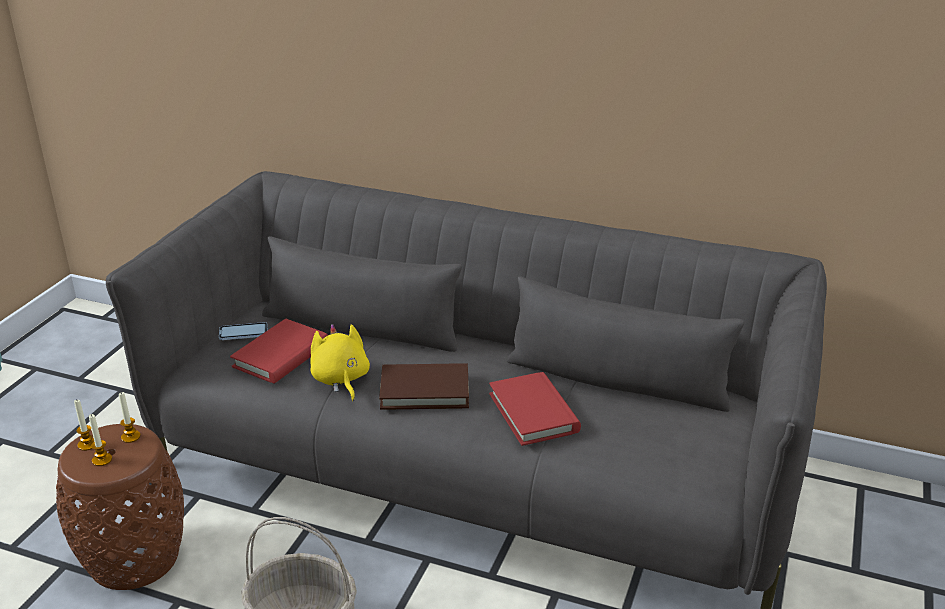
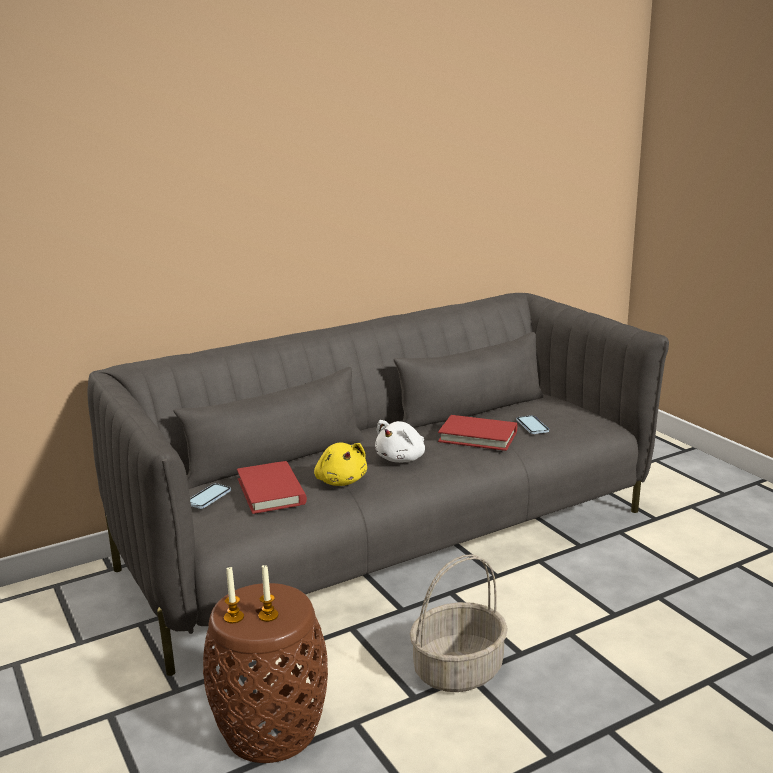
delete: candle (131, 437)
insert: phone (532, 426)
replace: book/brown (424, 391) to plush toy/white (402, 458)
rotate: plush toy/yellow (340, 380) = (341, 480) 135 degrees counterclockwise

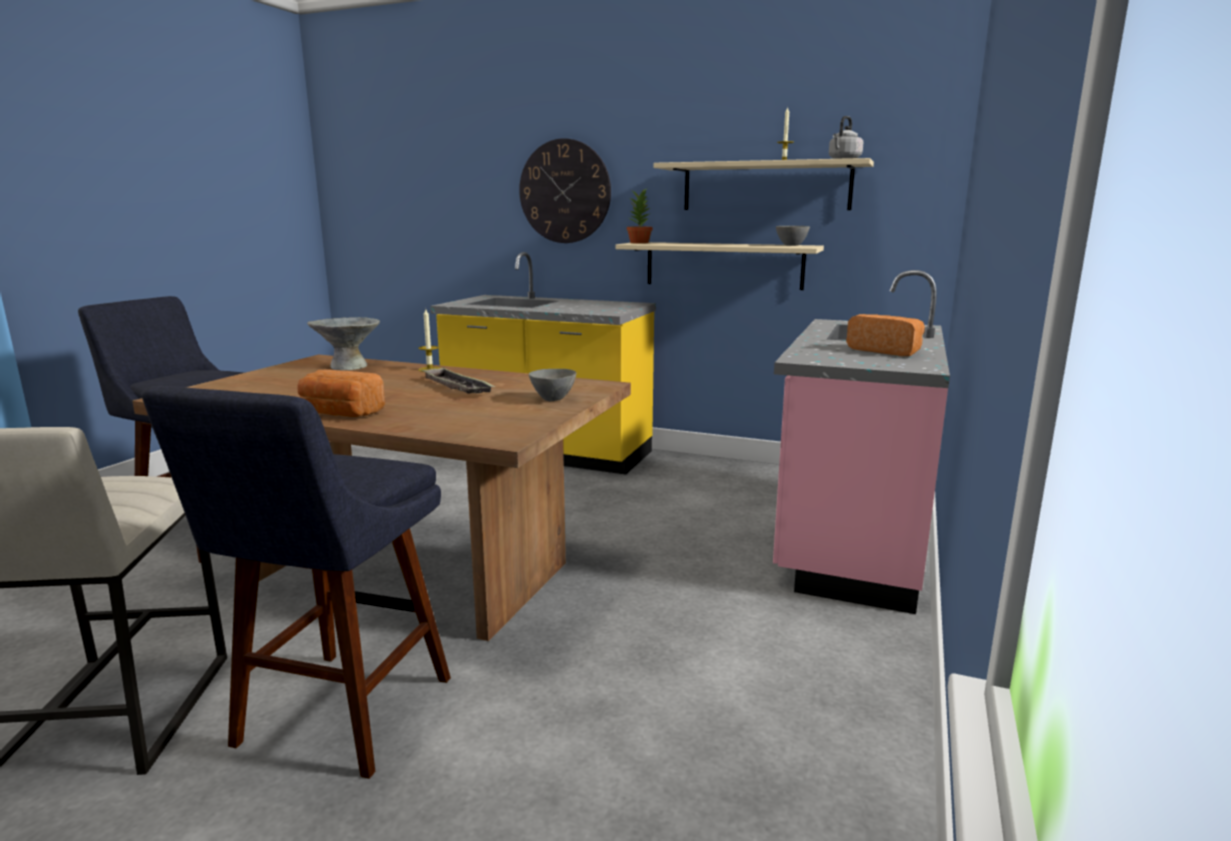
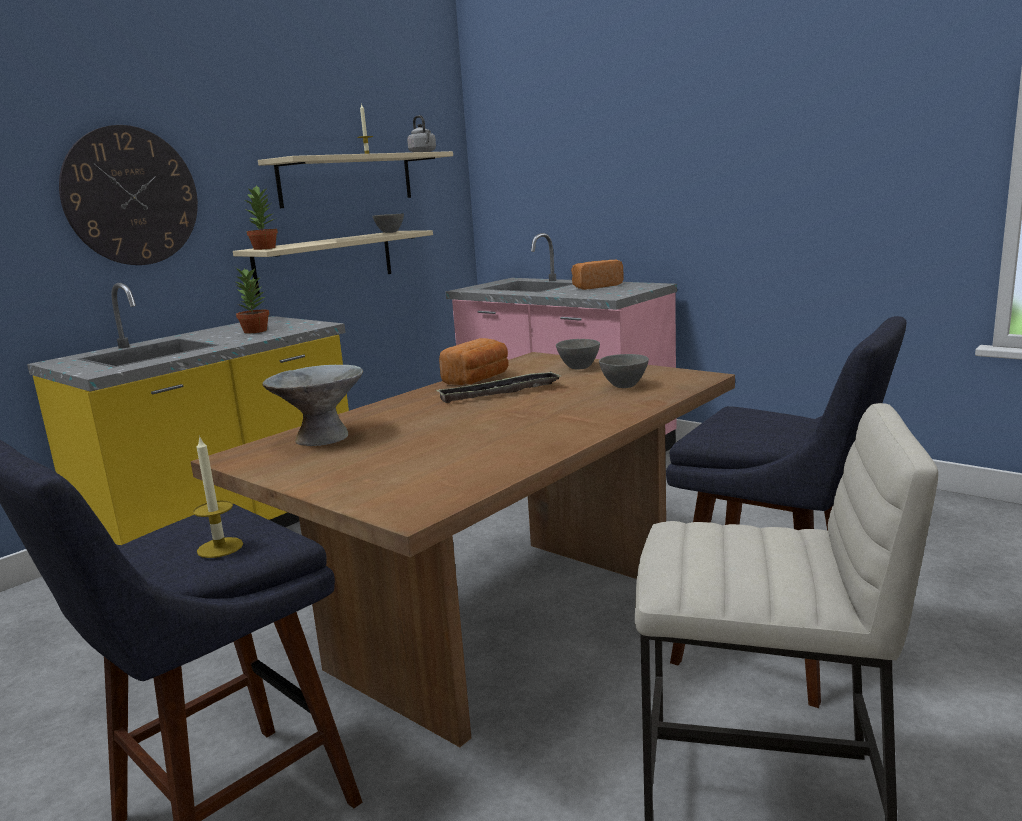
insert: potted plant (255, 331); bowl/grey (624, 386)
move: candle (430, 369) to (220, 547); bread (340, 413) to (478, 379)

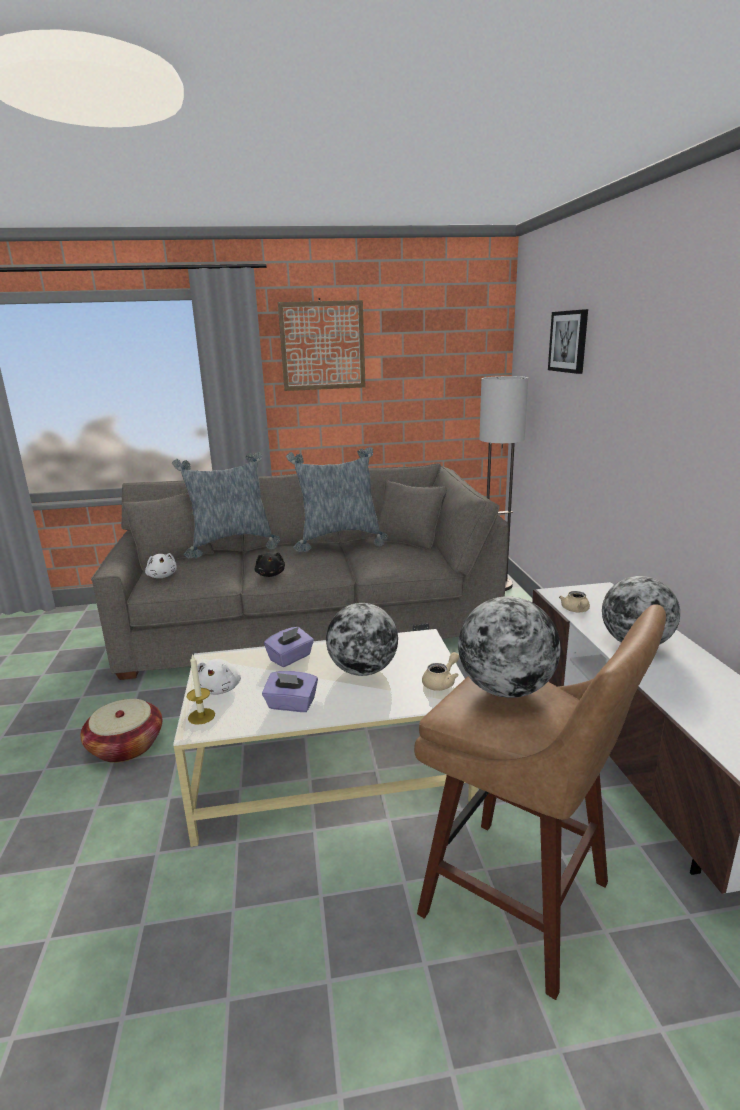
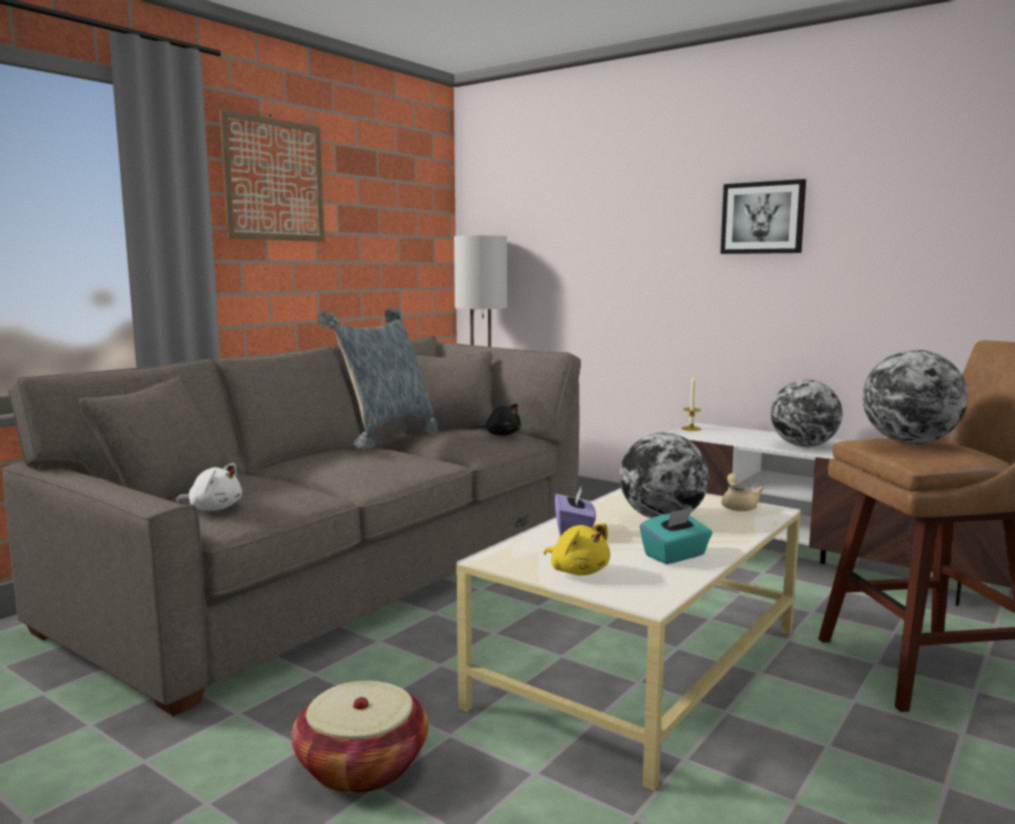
delete: pillow (231, 550); teapot/beige (576, 610)
move: plush toy/black (270, 574) to (501, 434); candle (201, 716) to (691, 428); picture (569, 341) to (762, 218)
recolor: plush toy/white (221, 689) to plush toy/yellow (578, 571); tissue box/purple (291, 704) to tissue box/turquoise (675, 556)

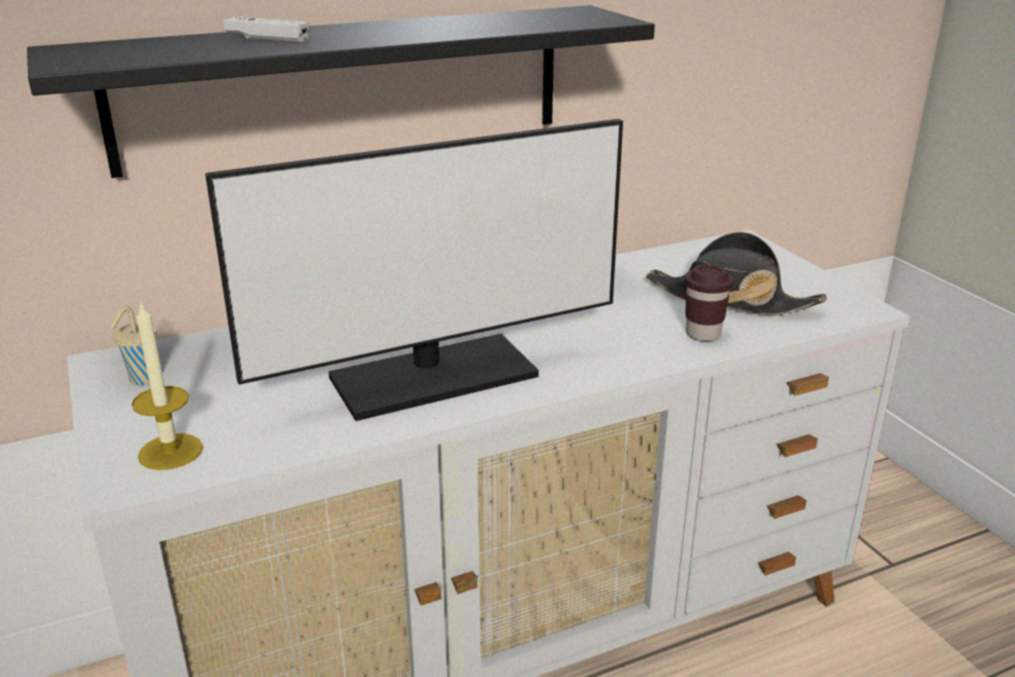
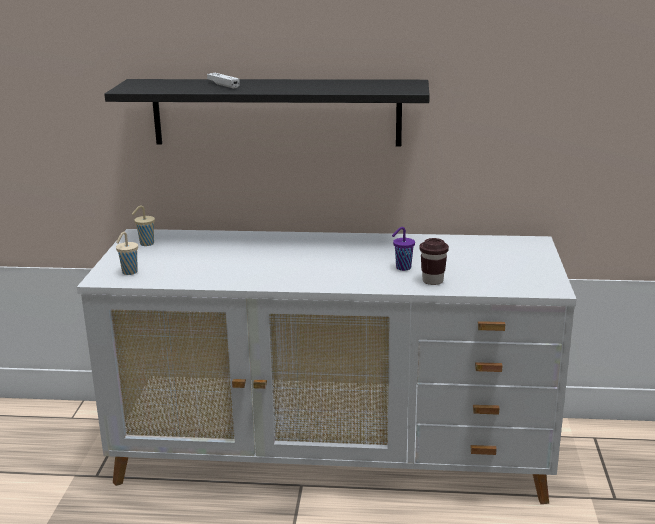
delete: monitor (433, 377); hat/black (730, 299)
insert: cup/purple (402, 268)
replace: candle (170, 451) to cup/beige (129, 272)

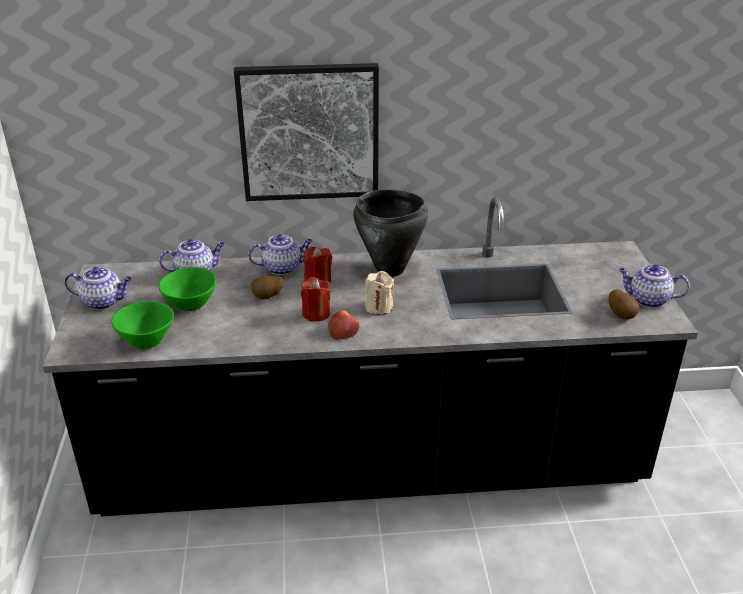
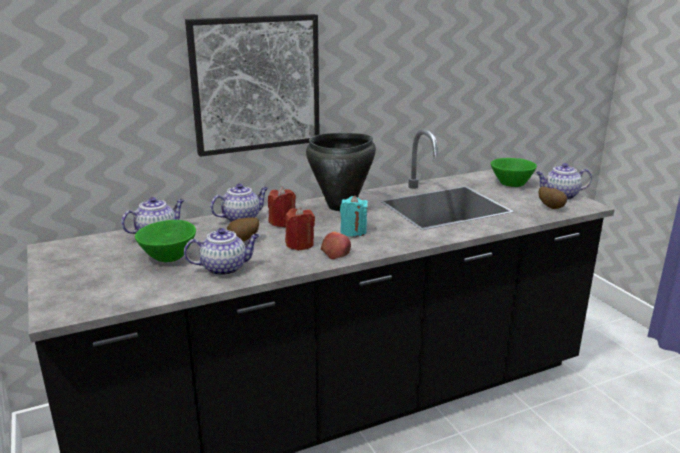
move: teapot (104, 302) to (225, 268); bowl/green (148, 340) to (512, 183)
recolor: candle/beige (379, 307) to candle/turquoise (353, 231)

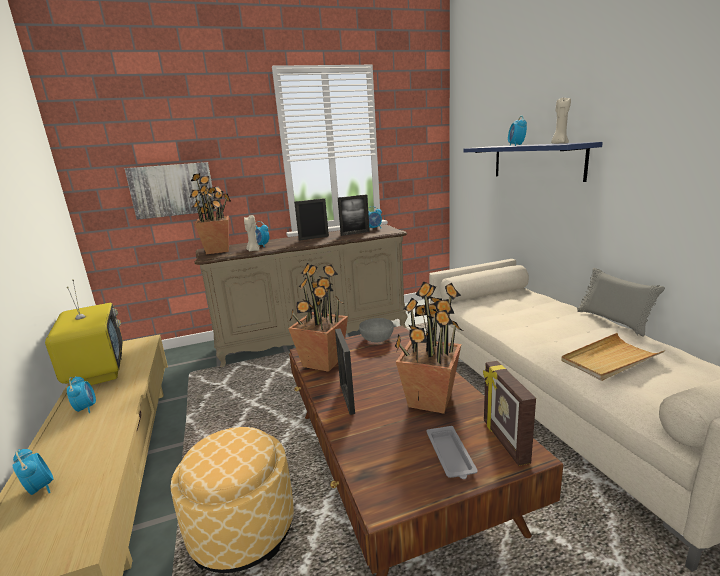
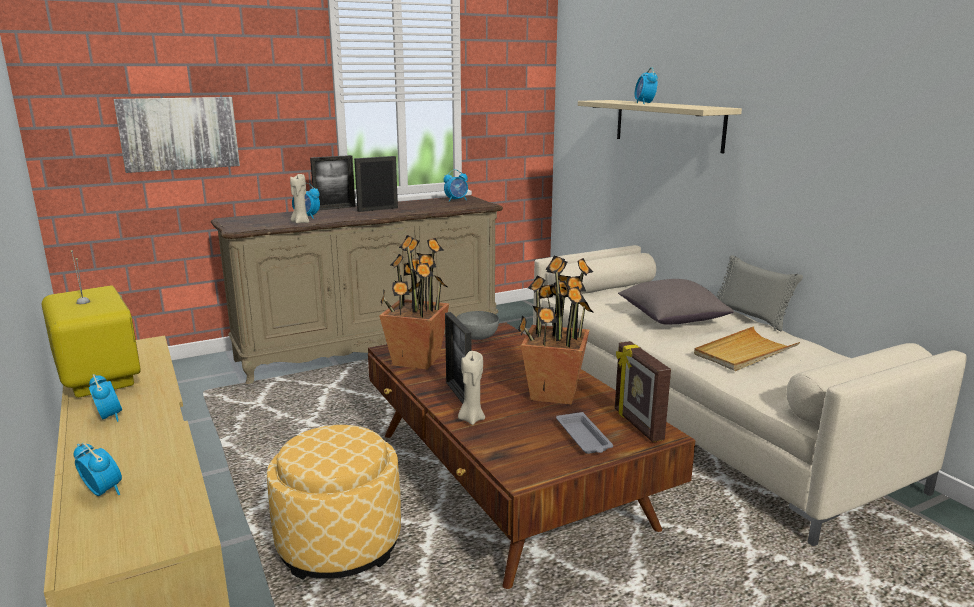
delete: potted plant (218, 250)
insert: pillow/grey (672, 319)
move: picture frame (355, 233) to (335, 208); candle/beige (559, 143) to (471, 419)
recolor: shelf/blue (536, 161) to shelf/beige (667, 124)

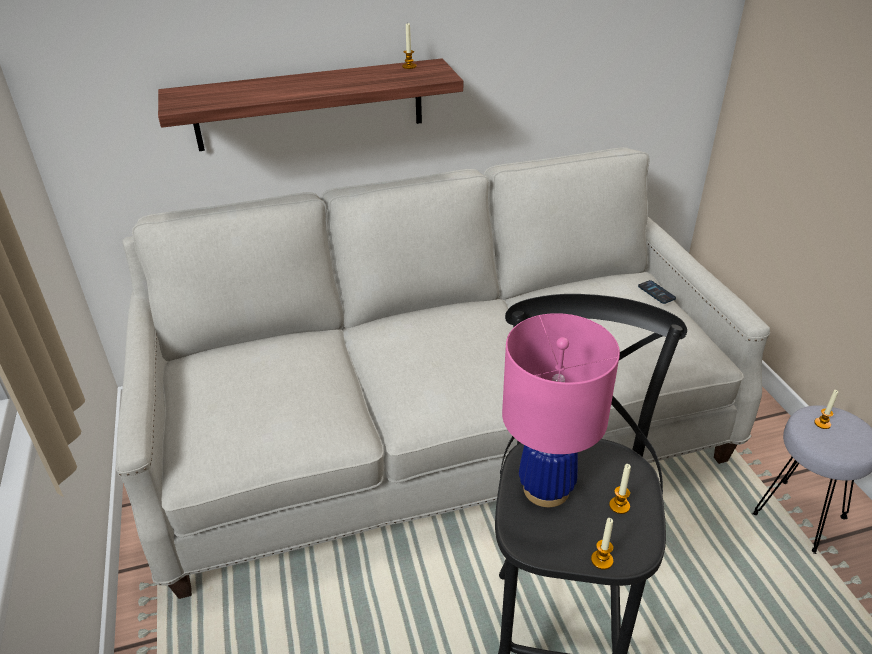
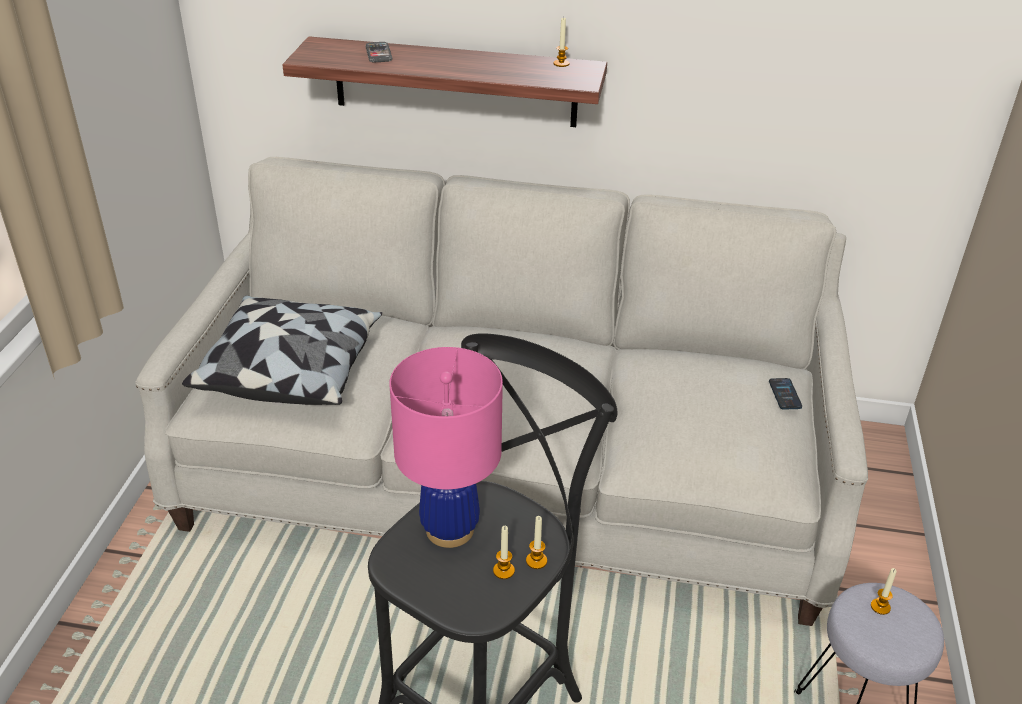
insert: pillow (290, 370); phone (378, 54)
move: candle (602, 560) to (536, 561)

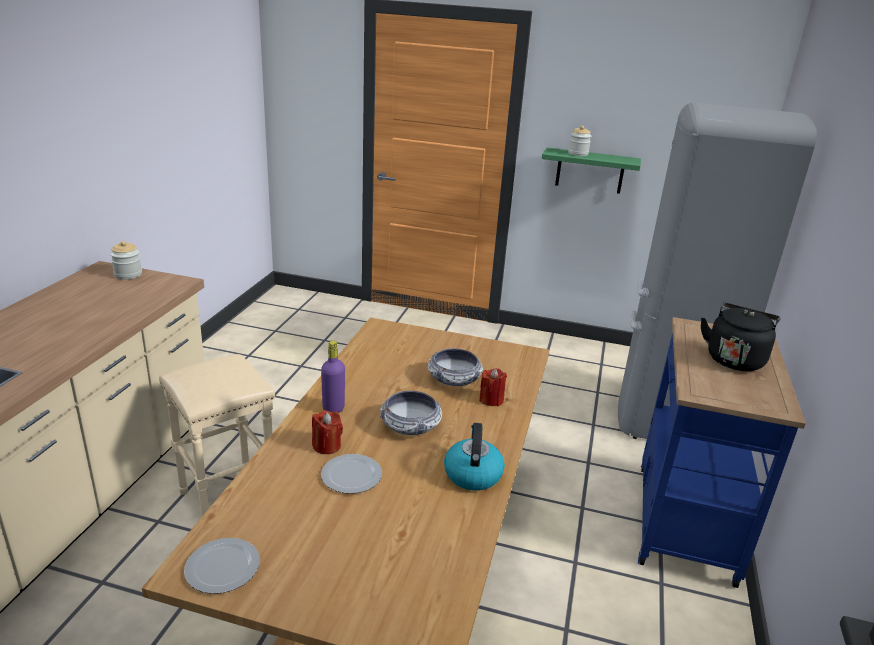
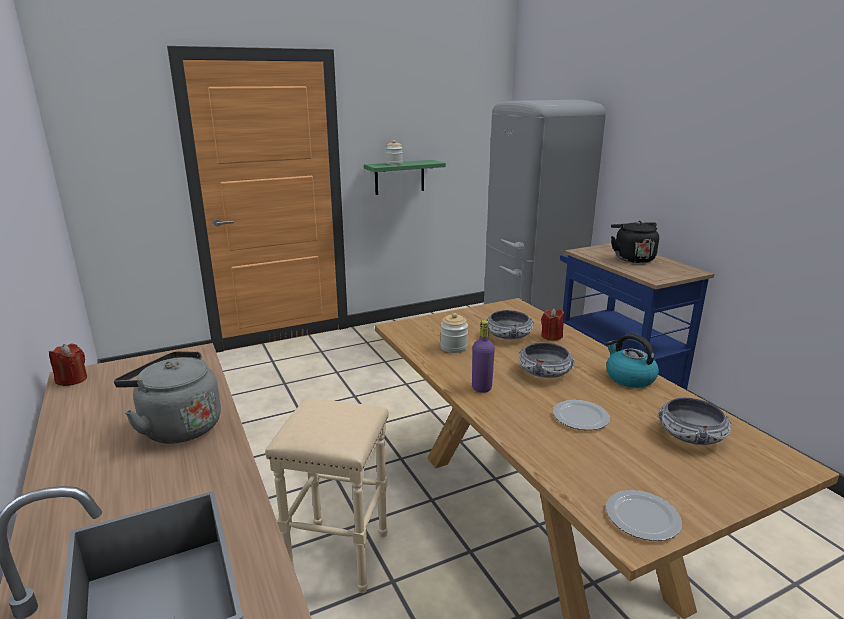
insert: kettle/grey (177, 427); bowl (690, 435)
move: candle/red (326, 446) to (72, 379); jar (128, 274) to (453, 347)

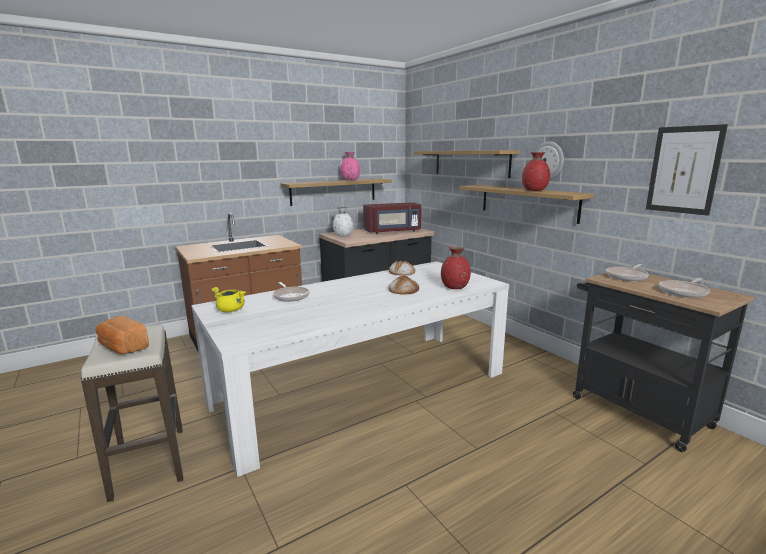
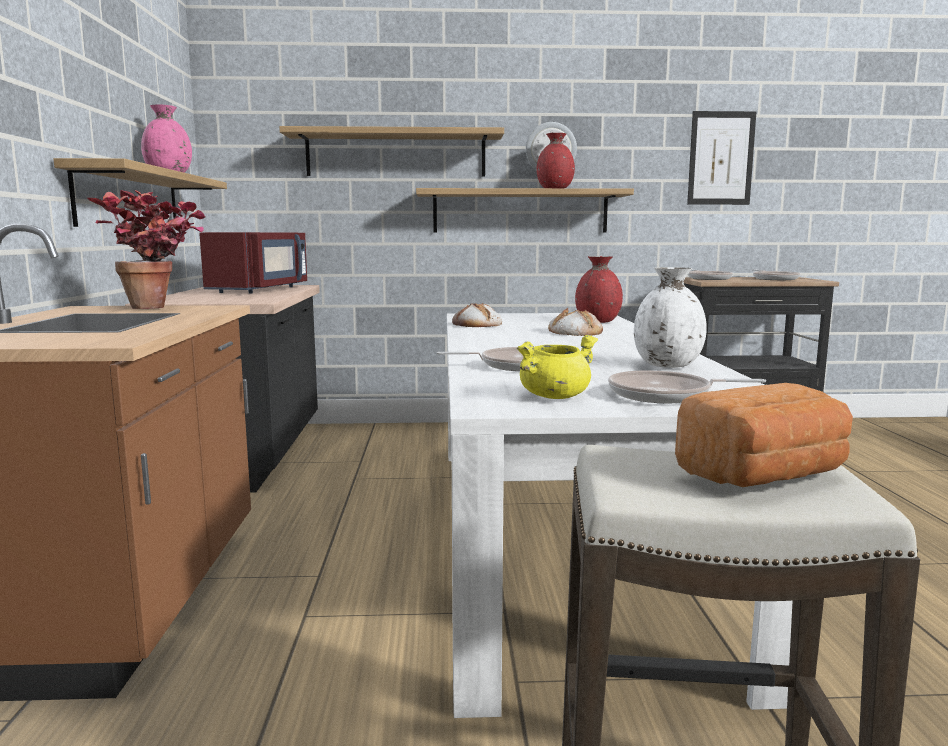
insert: potted plant (159, 308); frying pan (665, 395)
move: vase/white (343, 235) to (667, 365)

